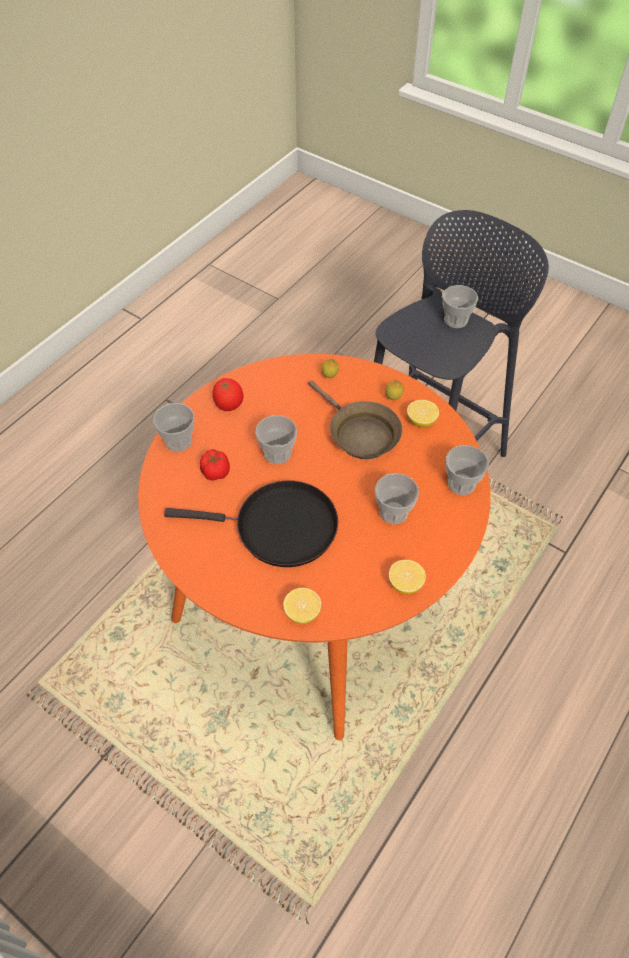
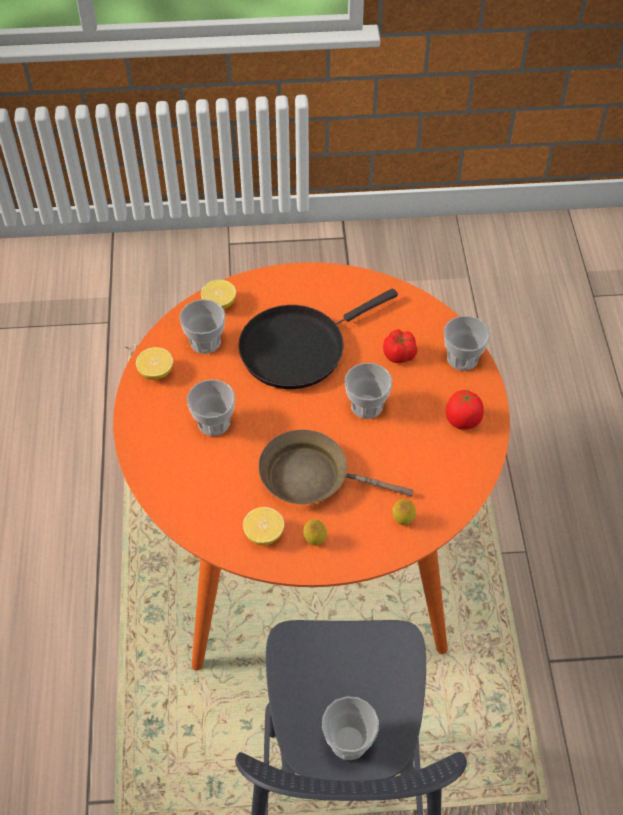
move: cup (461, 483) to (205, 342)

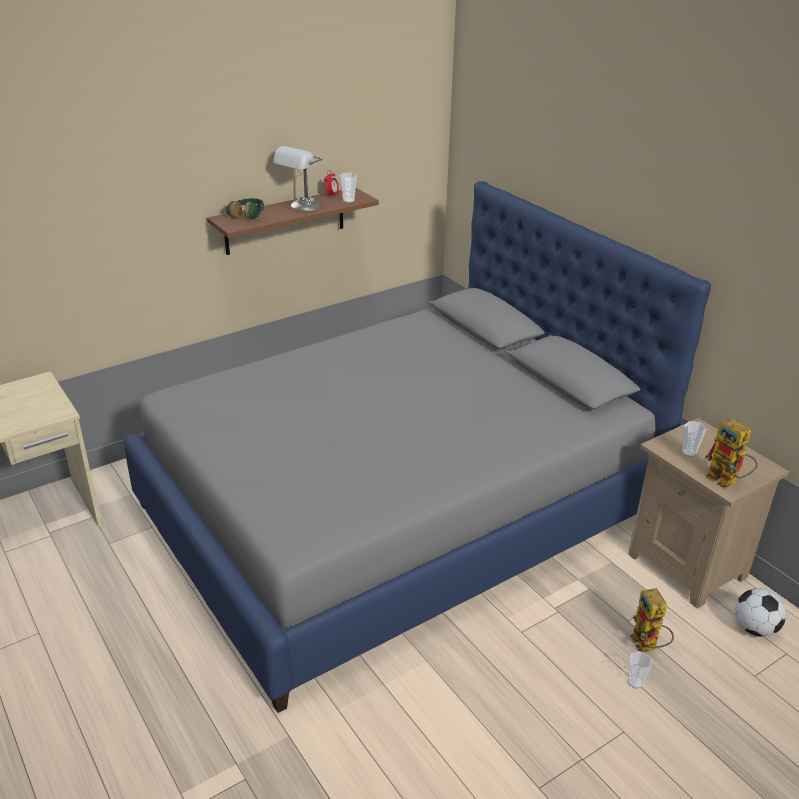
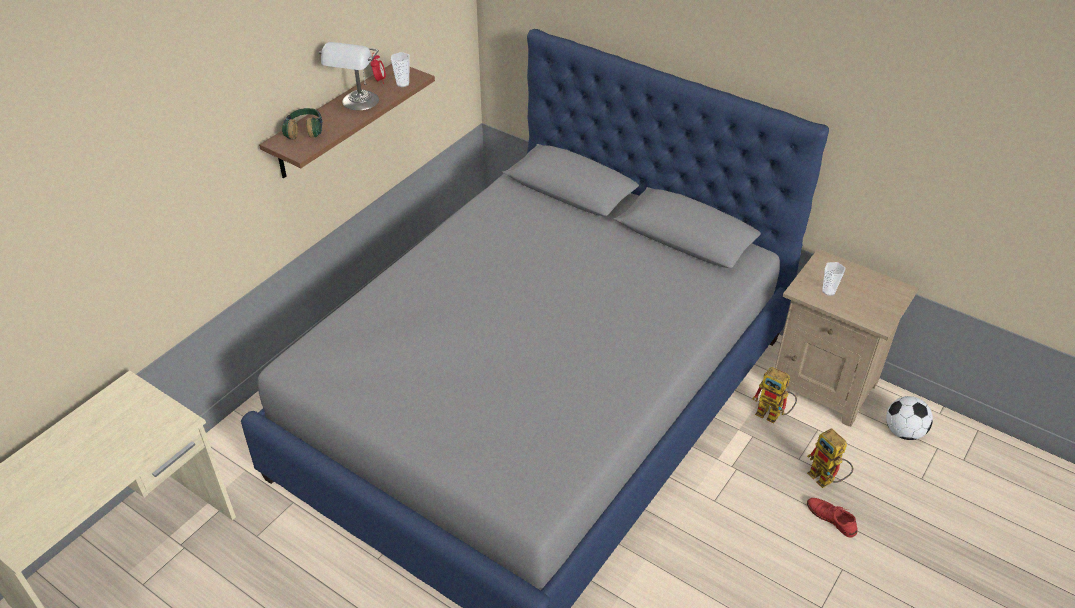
move: toy robot (727, 482) to (773, 415)
replace: cup (635, 682) to shoe/red (831, 518)

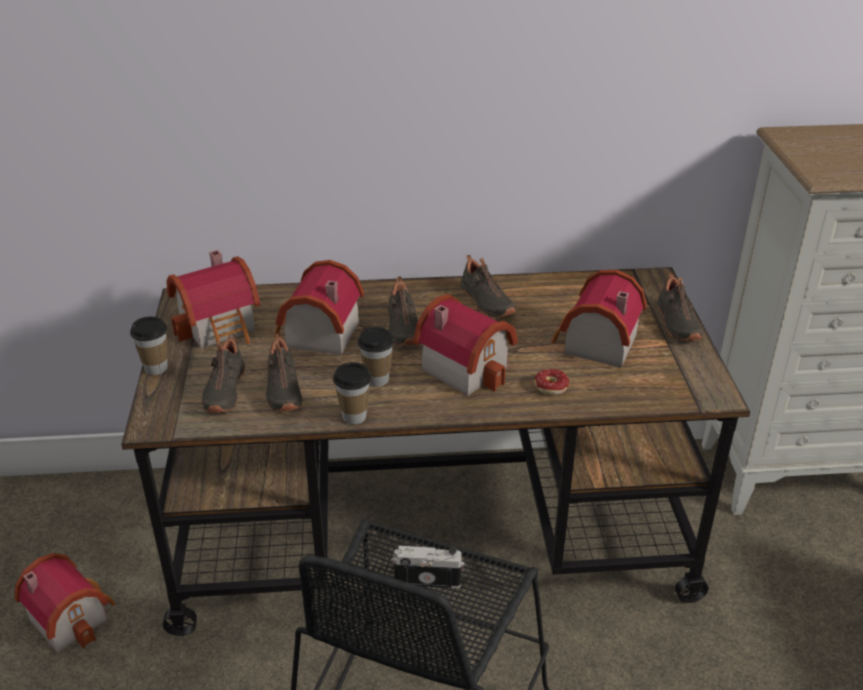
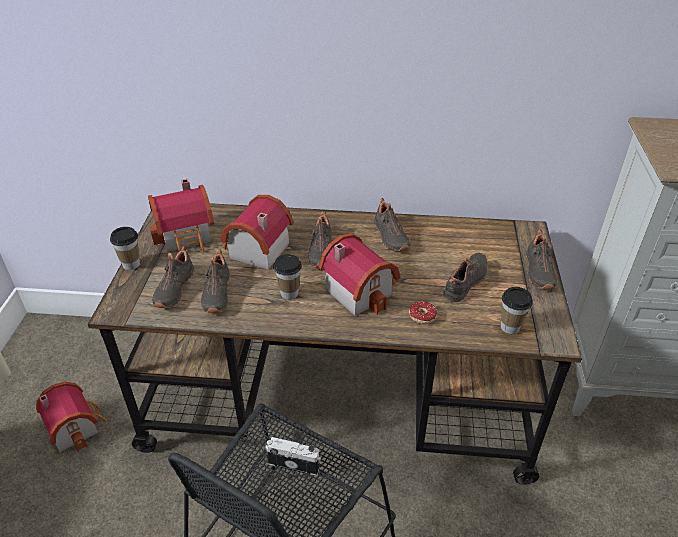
move: cup (354, 416) to (510, 327)
replace: toy house (594, 344) to shoe/black (466, 283)

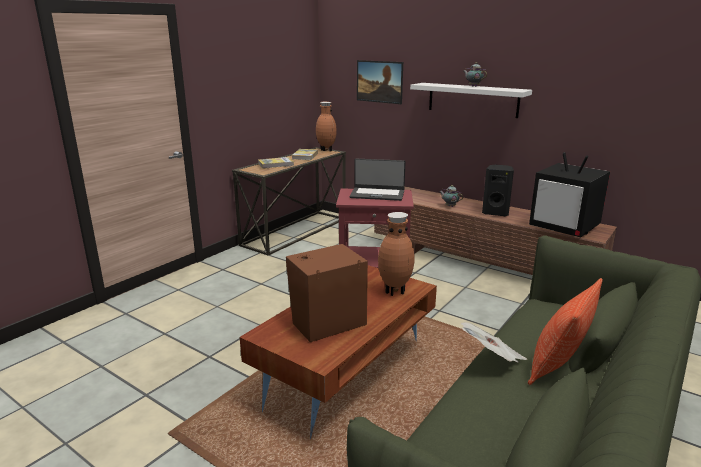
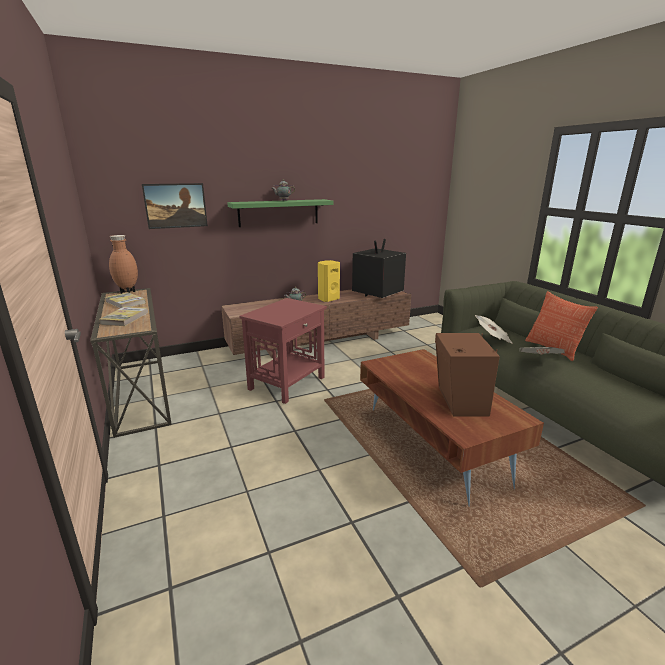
delete: laptop (377, 194); vase/brown (394, 291)
insert: newspaper (492, 338)
recolor: shelf/white (472, 100) to shelf/green (278, 212); speaker/black (495, 213) to speaker/yellow (328, 299)
rotate: television (565, 228) = (377, 293) 150 degrees clockwise

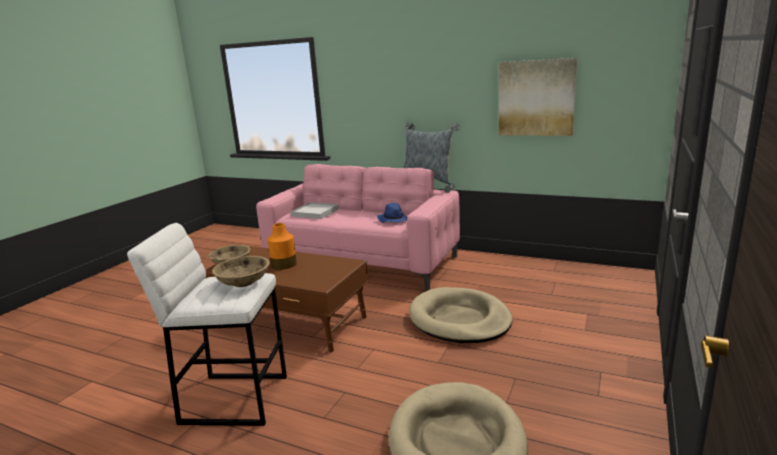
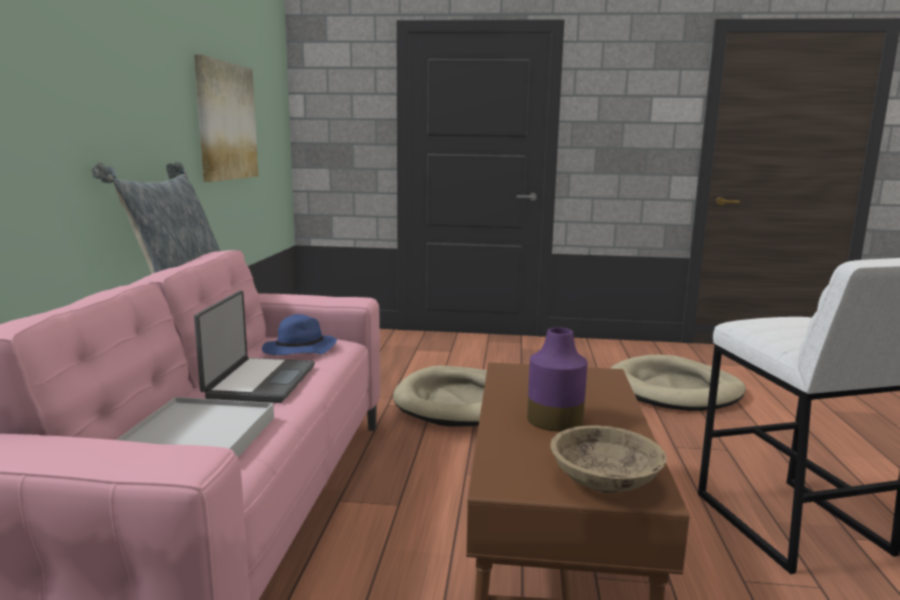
delete: bowl/beige (243, 282)
insert: laptop (259, 381)
recolor: vase/orange (283, 264) to vase/purple (554, 419)

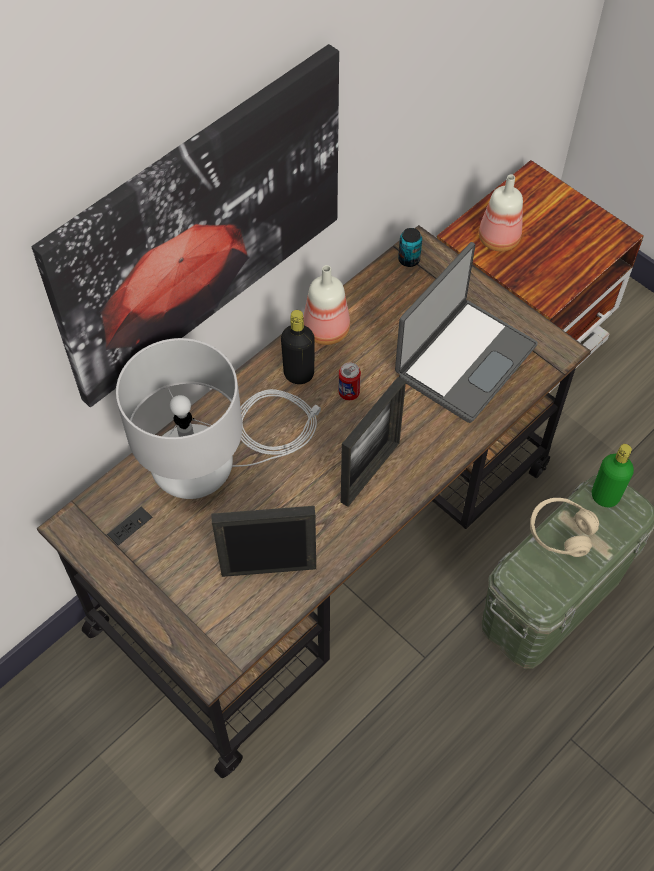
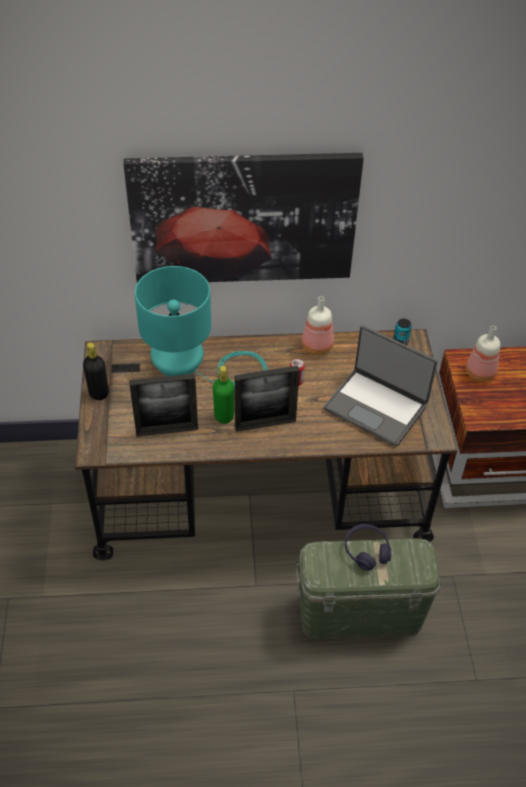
move: bottle/black (299, 374) to (99, 393); bottle/green (605, 496) to (224, 416)
recolor: table lamp/white (226, 455) to table lamp/turquoise (203, 368); headphones/beige (560, 532) to headphones/purple (366, 551)
rotate: picture frame (268, 568) = (167, 430) 135 degrees clockwise; laptop (463, 359) = (376, 406) 45 degrees clockwise

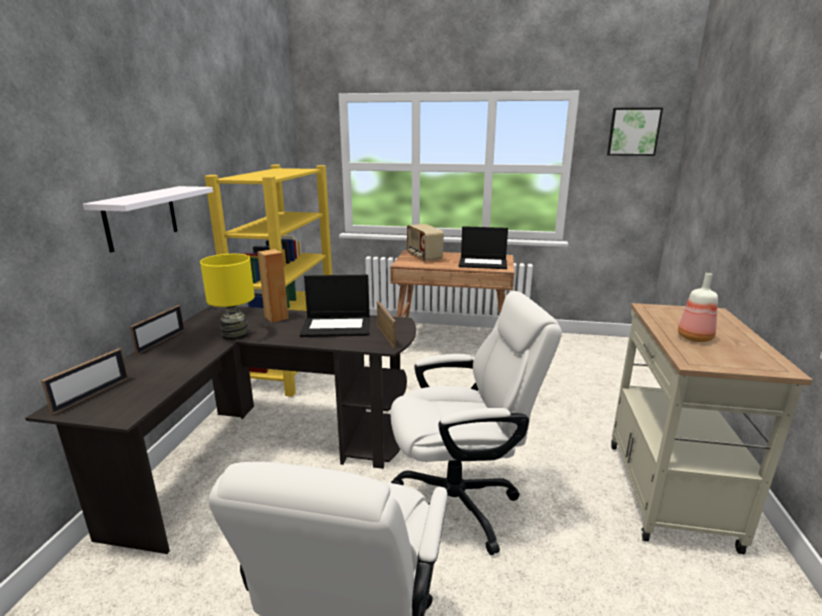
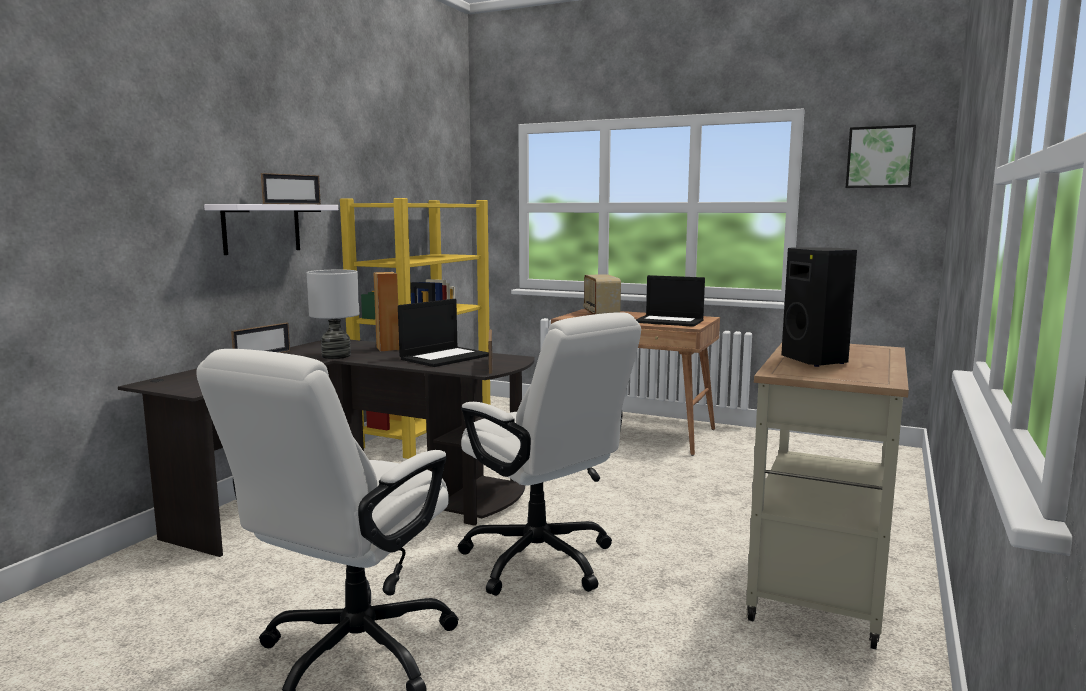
move: picture frame (92, 395) to (292, 204)
replace: bottle (696, 338) to speaker/black (817, 361)
recolor: table lamp/yellow (235, 334) to table lamp/grey (336, 356)
rotate: laptop (337, 326) = (445, 357) 60 degrees counterclockwise; office chair/white (461, 505) = (543, 564) 45 degrees clockwise

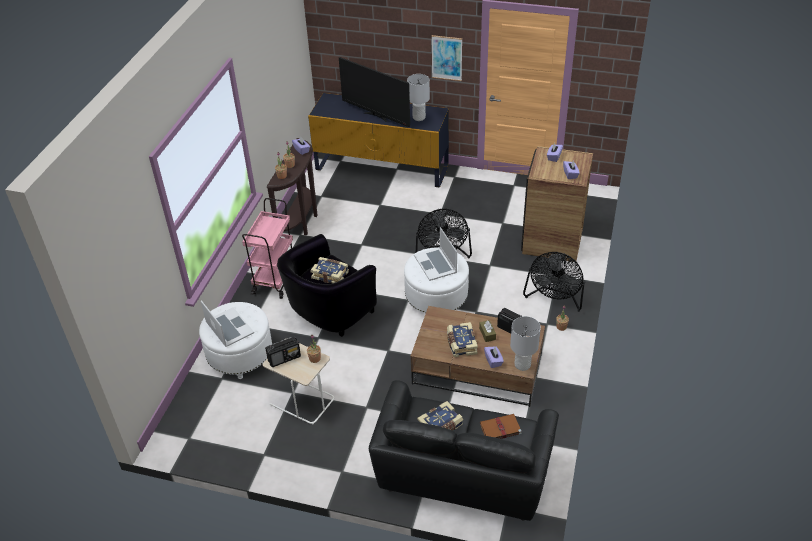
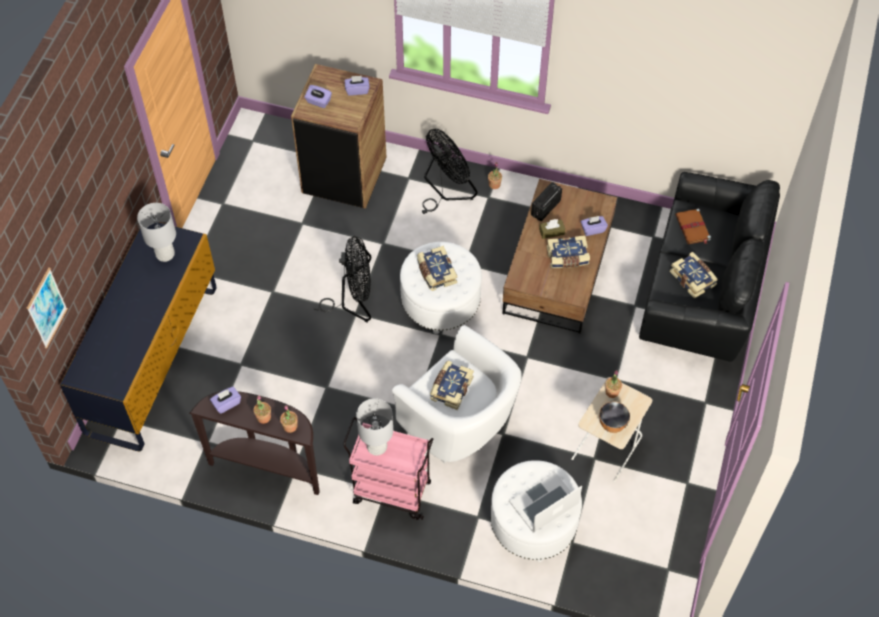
delete: television (376, 116)
move: picture (447, 58) to (46, 308); table lamp/grey (522, 366) to (377, 447)
replace: laptop (435, 264) to book (436, 273); radio (284, 358) to bowl (612, 424)
recolor: armchair/black (328, 313) to armchair/white (460, 424)
rotate: fan/black (553, 296) = (443, 186) 60 degrees counterclockwise

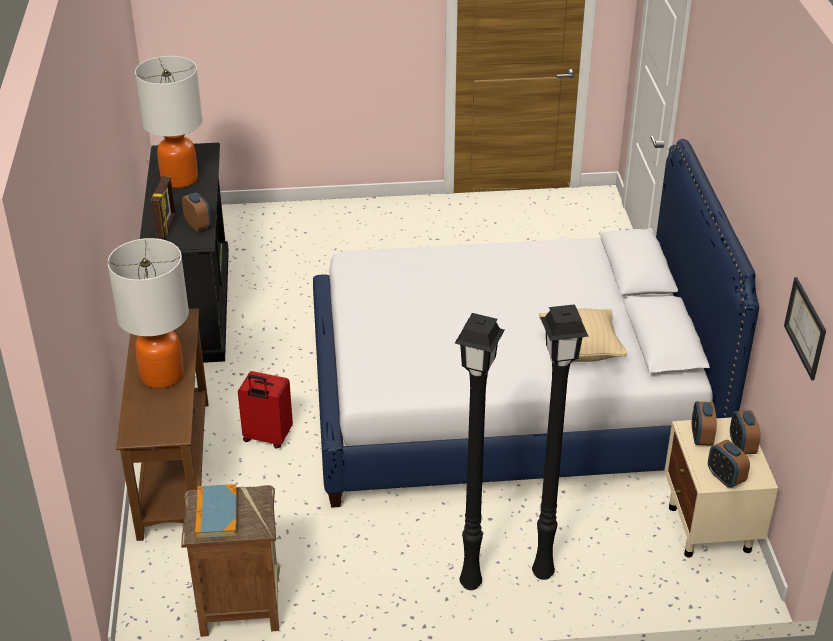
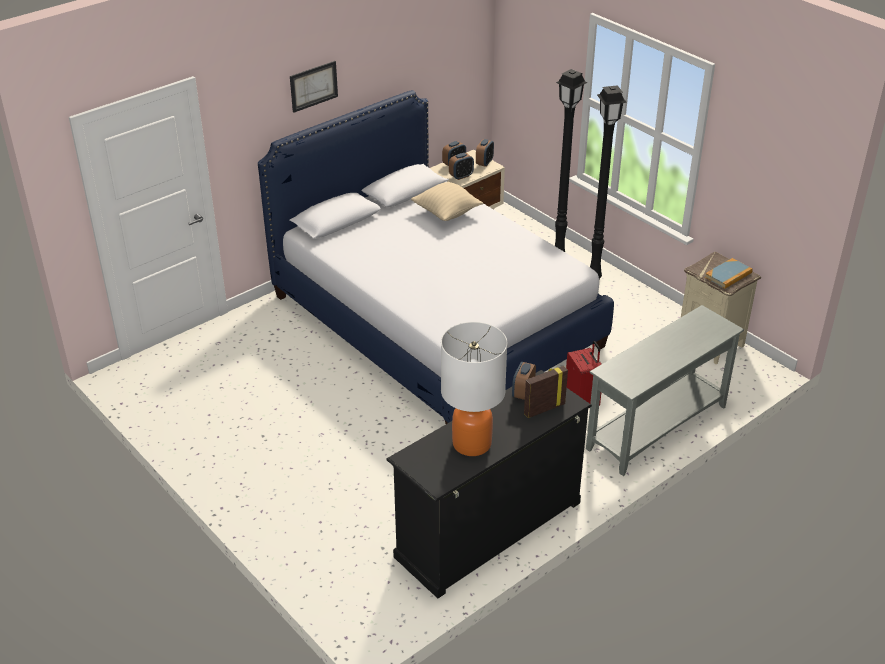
delete: table lamp (162, 376)
move: picture (805, 328) to (313, 86)
recolor: console table/brown (174, 468) to console table/grey (656, 428)

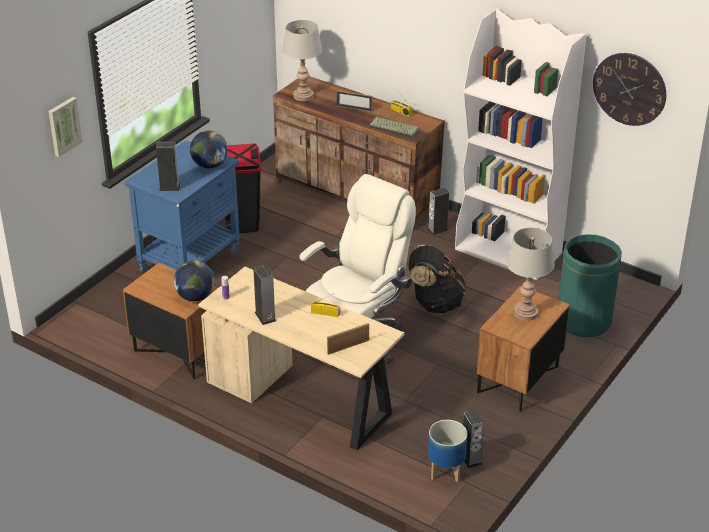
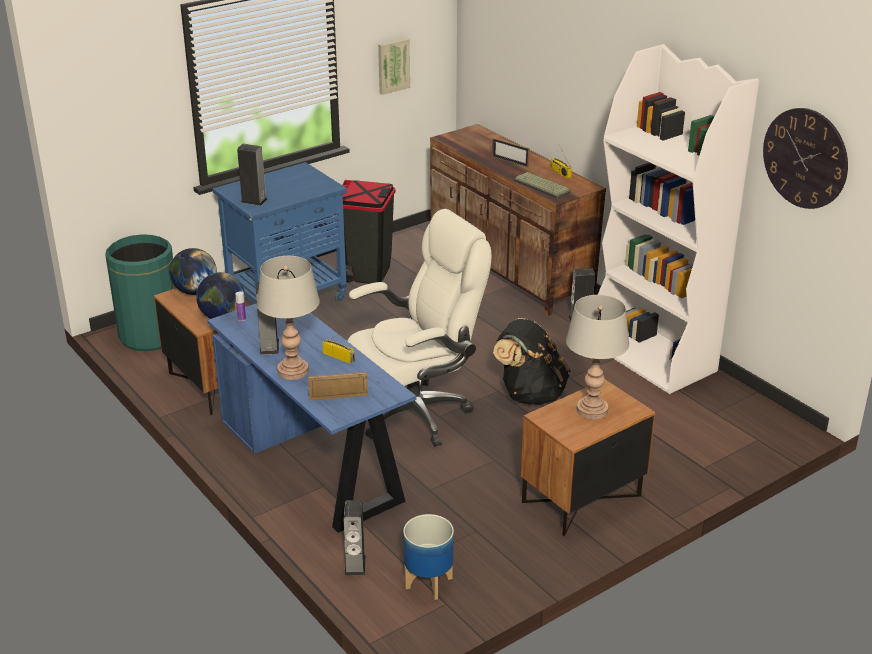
move: trash can/green (583, 320) to (150, 335); globe (209, 165) to (195, 291); table lamp/grey (303, 96) to (293, 371); speaker (470, 459) to (355, 565); picture (64, 126) to (393, 65)
recolor: desk/beige (302, 398) to desk/blue (313, 461)

